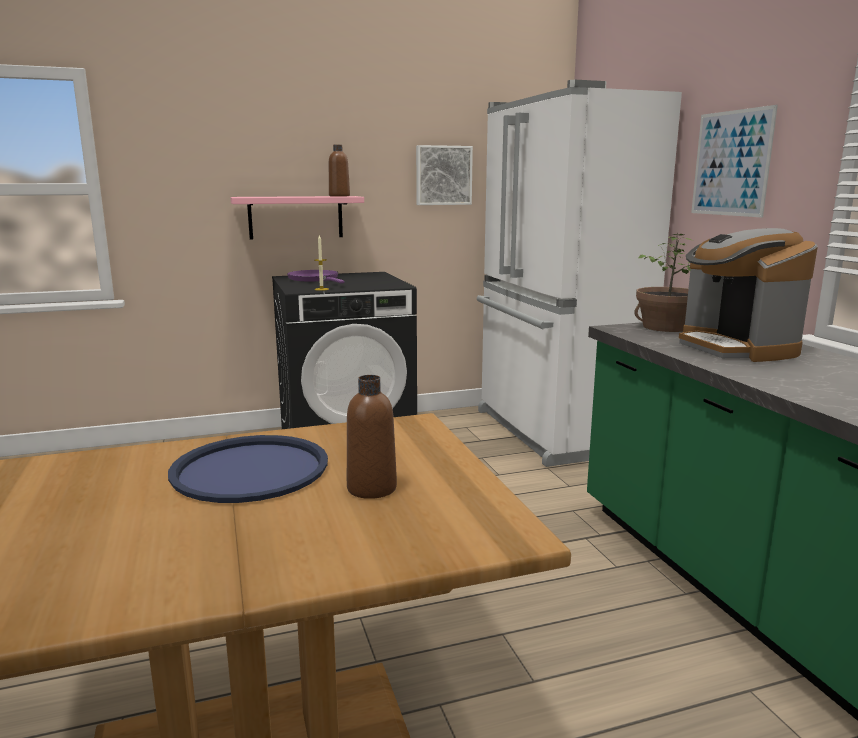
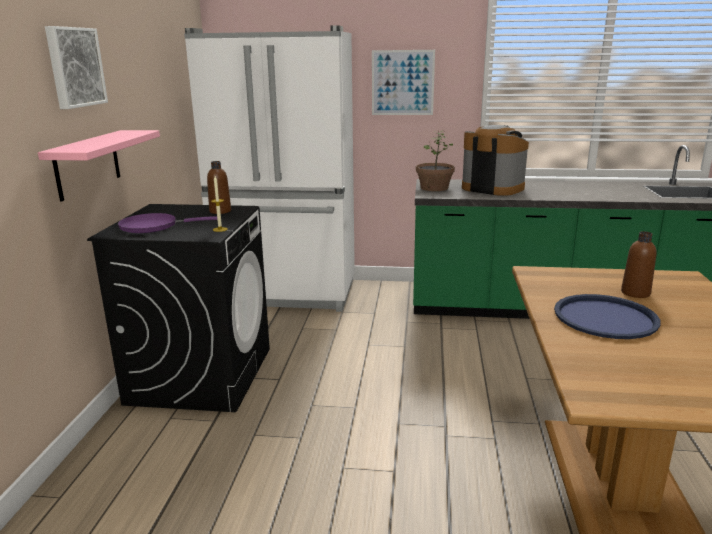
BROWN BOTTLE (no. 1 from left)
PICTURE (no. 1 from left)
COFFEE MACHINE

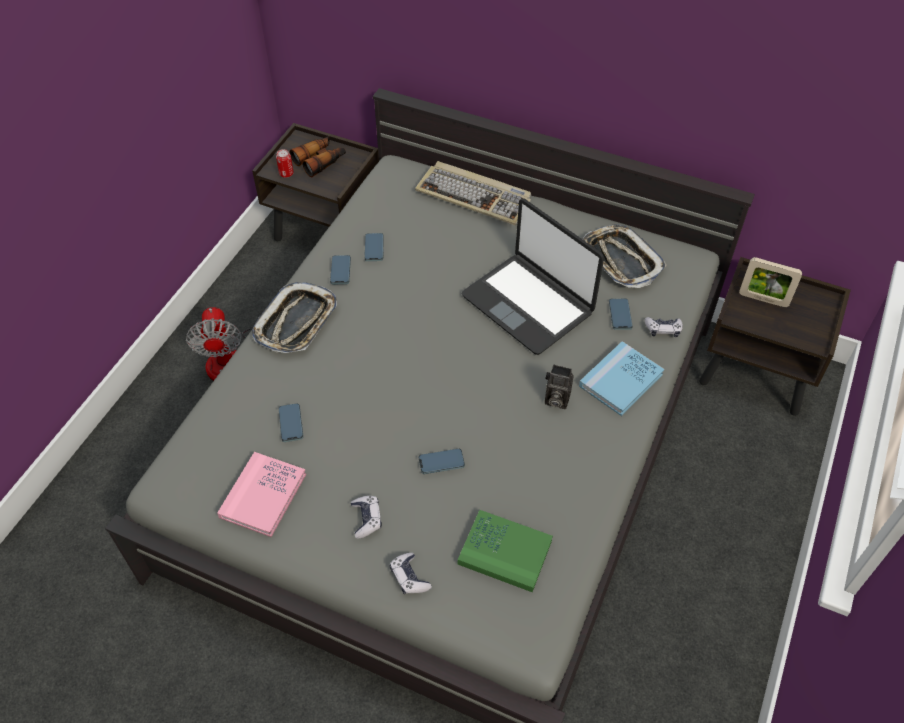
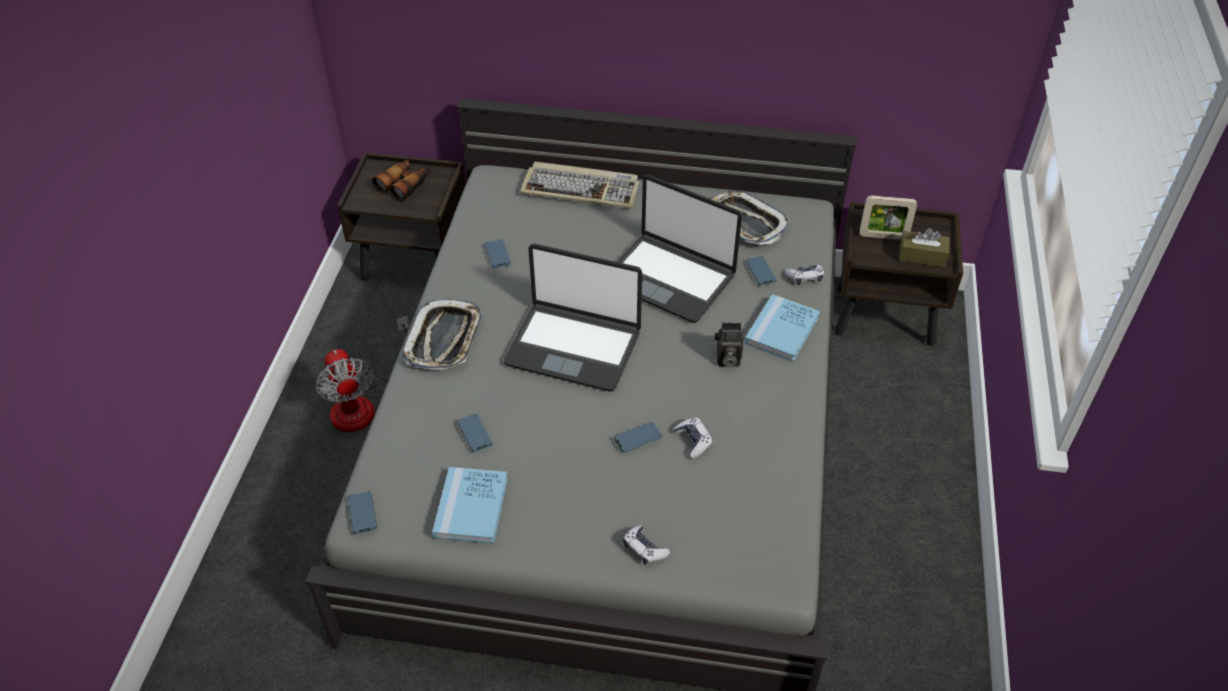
CAN
PHONE (no. 1 from left)
BLUE BOOK (no. 1 from left)
GAME CONTROLLER (no. 2 from left)
GREEN BOOK
BROWN TISSUE BOX
LAPTOP (no. 1 from left)

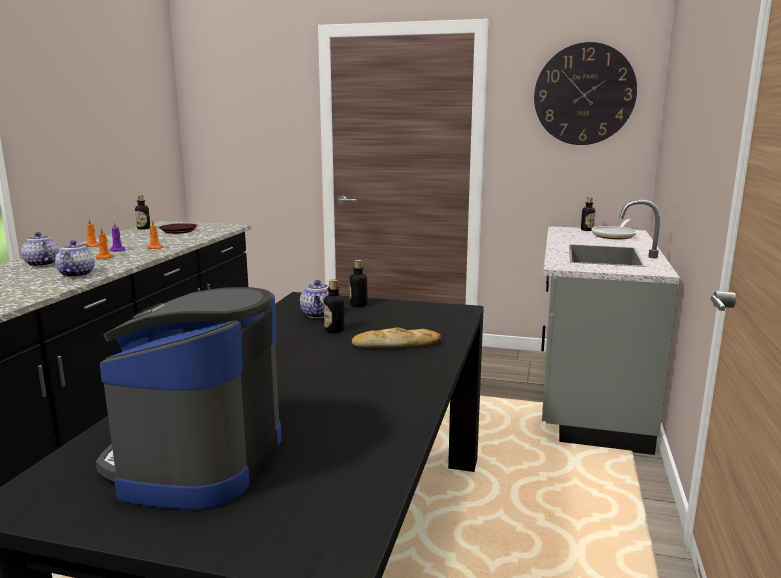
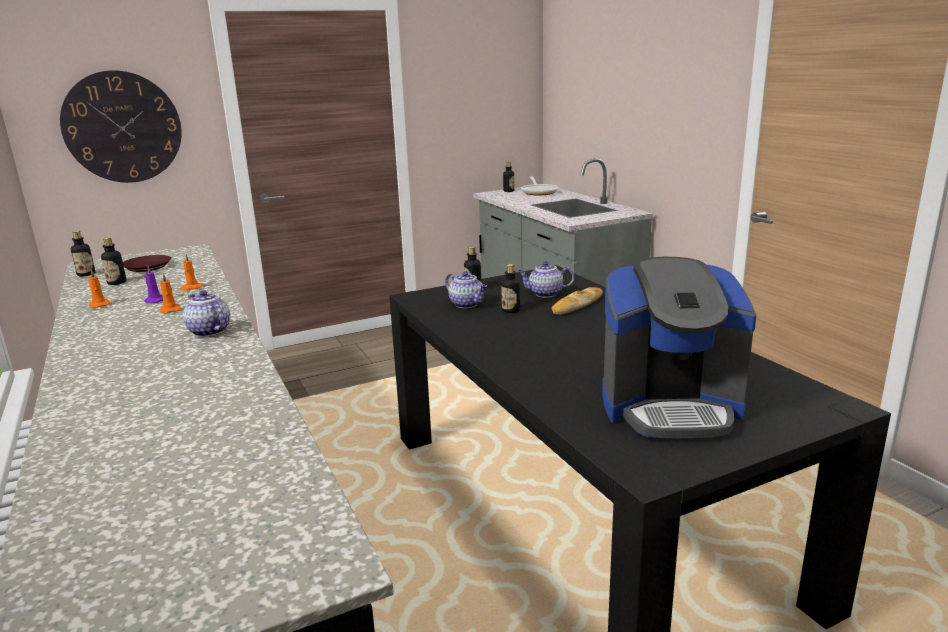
WALL CLOCK
TEAPOT (no. 3 from left)
COFFEE MACHINE
BOTTLE (no. 2 from left)

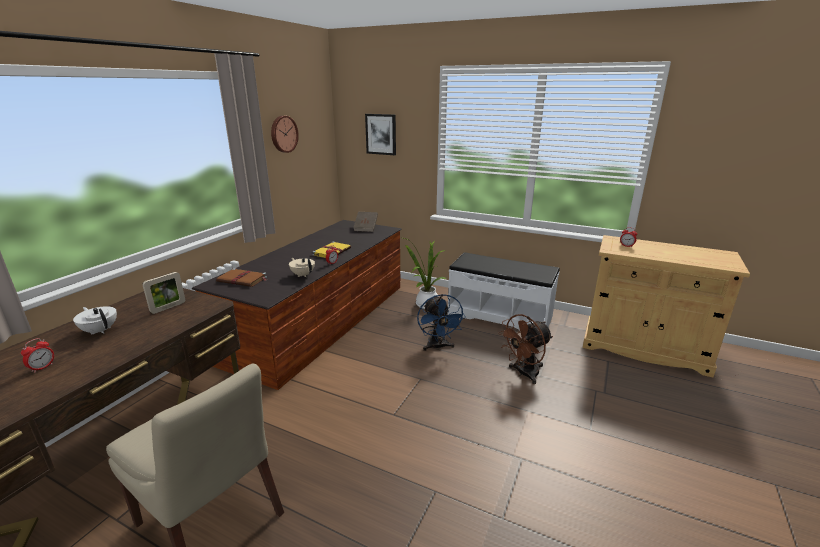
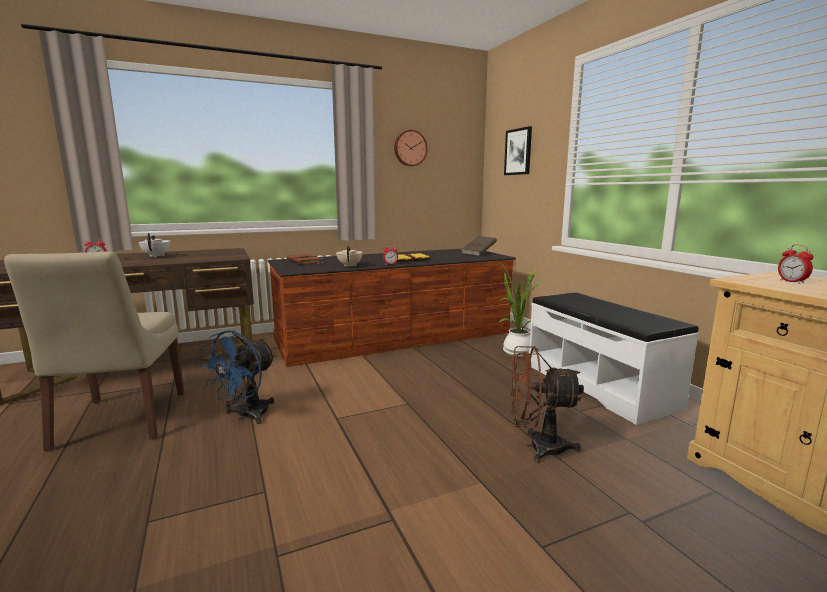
PICTURE FRAME
BLUE FAN

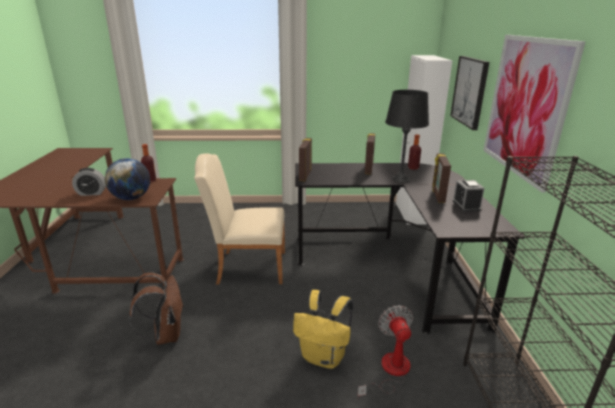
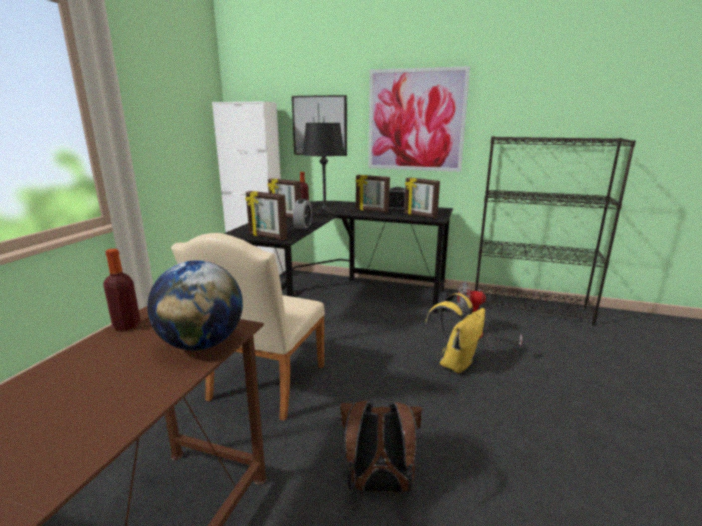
ALARM CLOCK (no. 1 from left)
PICTURE FRAME (no. 4 from left)

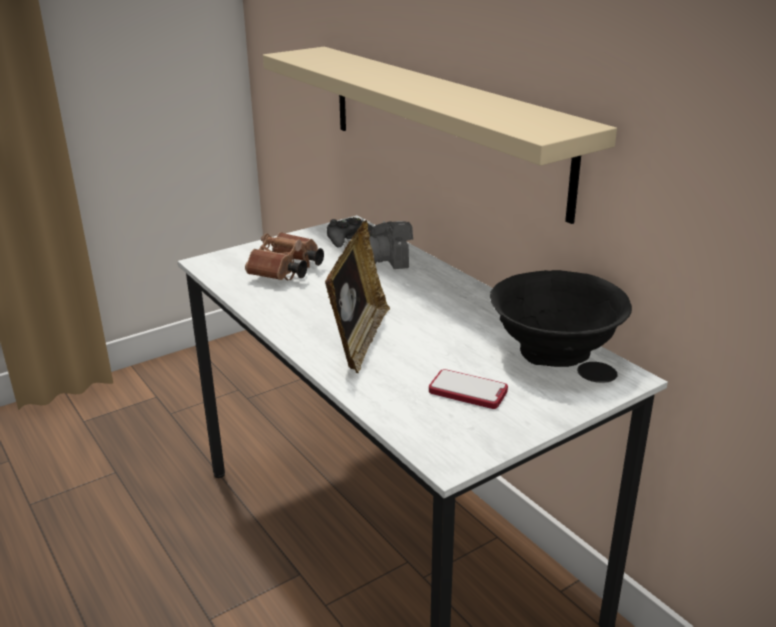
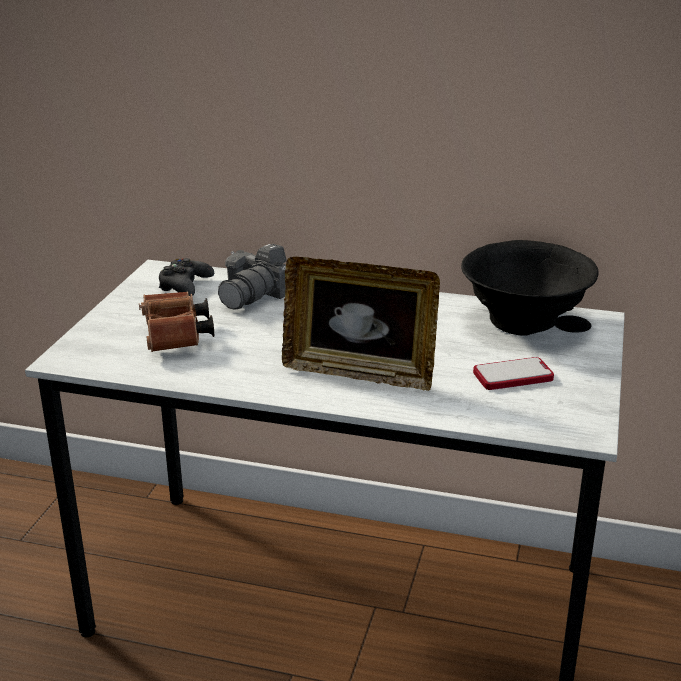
BEIGE SHELF
PICTURE FRAME

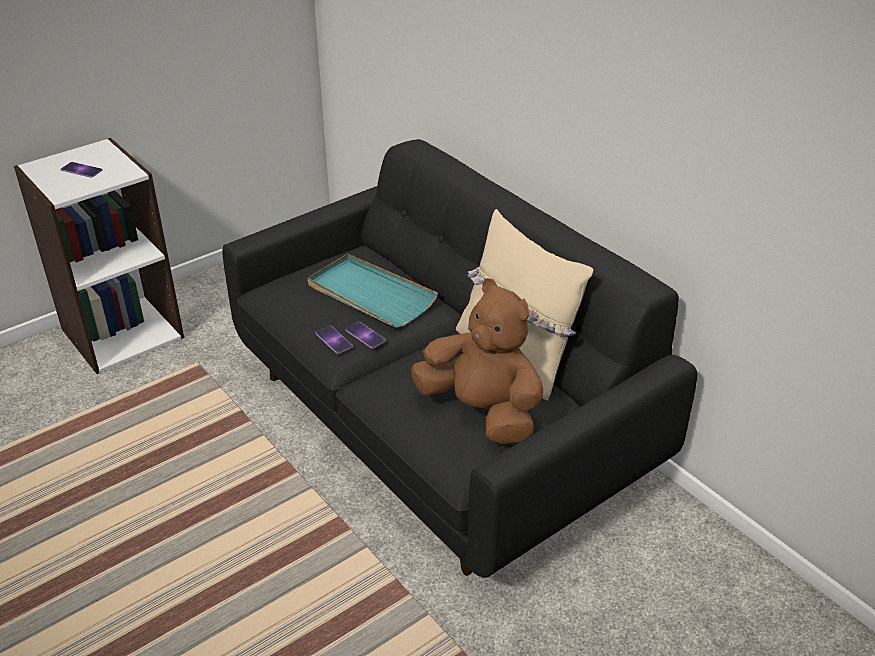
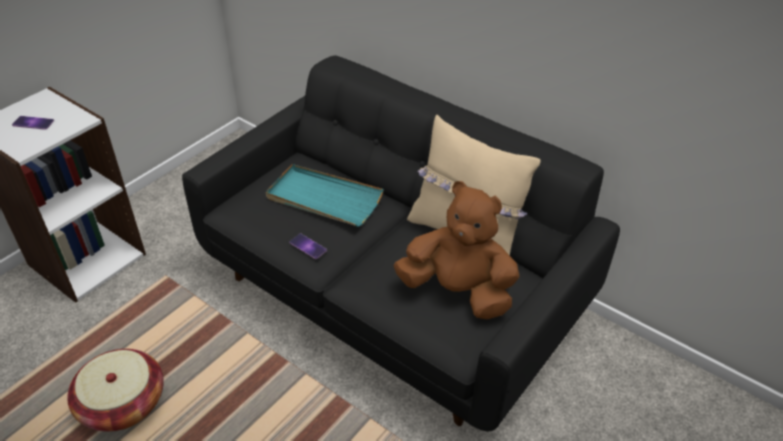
PHONE (no. 3 from left in the first image)
BASKET

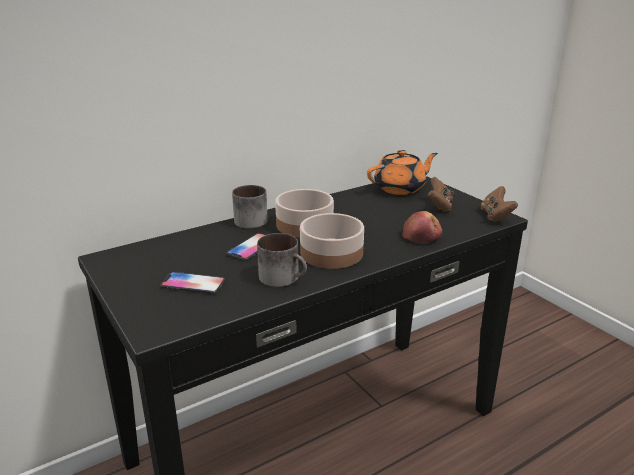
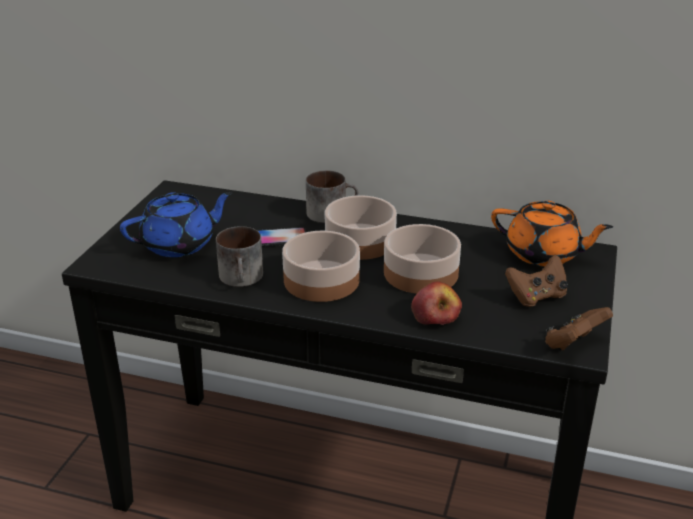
BLUE TEAPOT
BOWL (no. 3 from left)

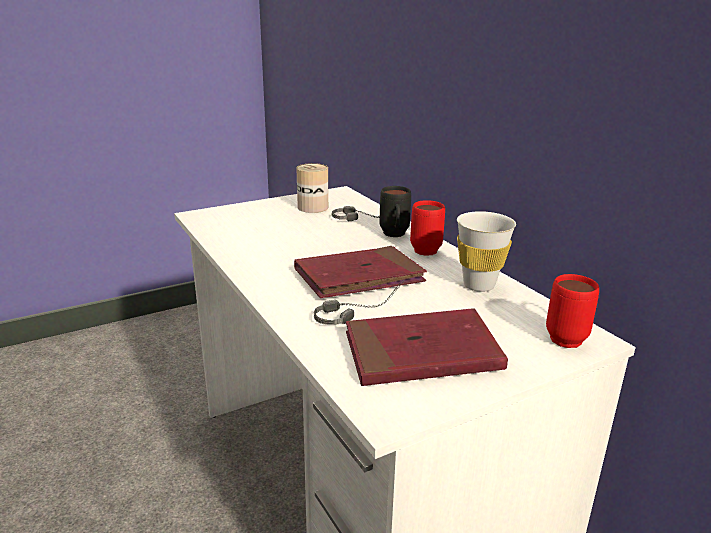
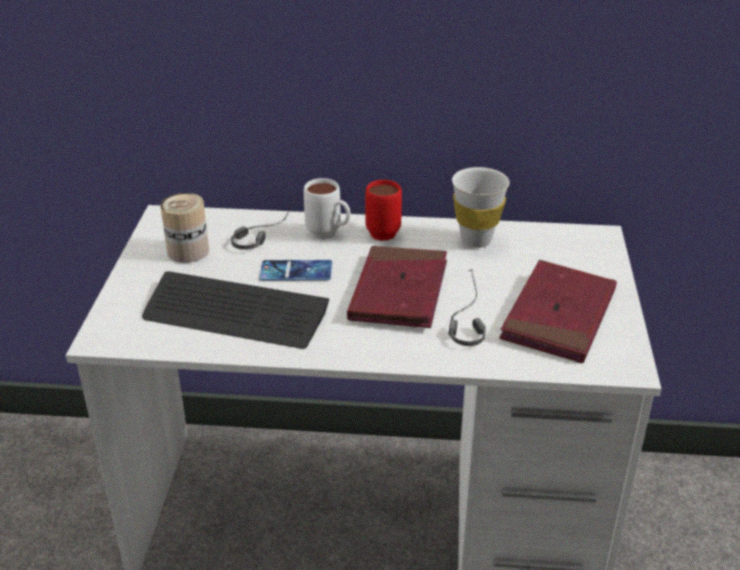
WHITE MUG
RED MUG (no. 2 from left in the first image)
PHONE
KEYBOARD

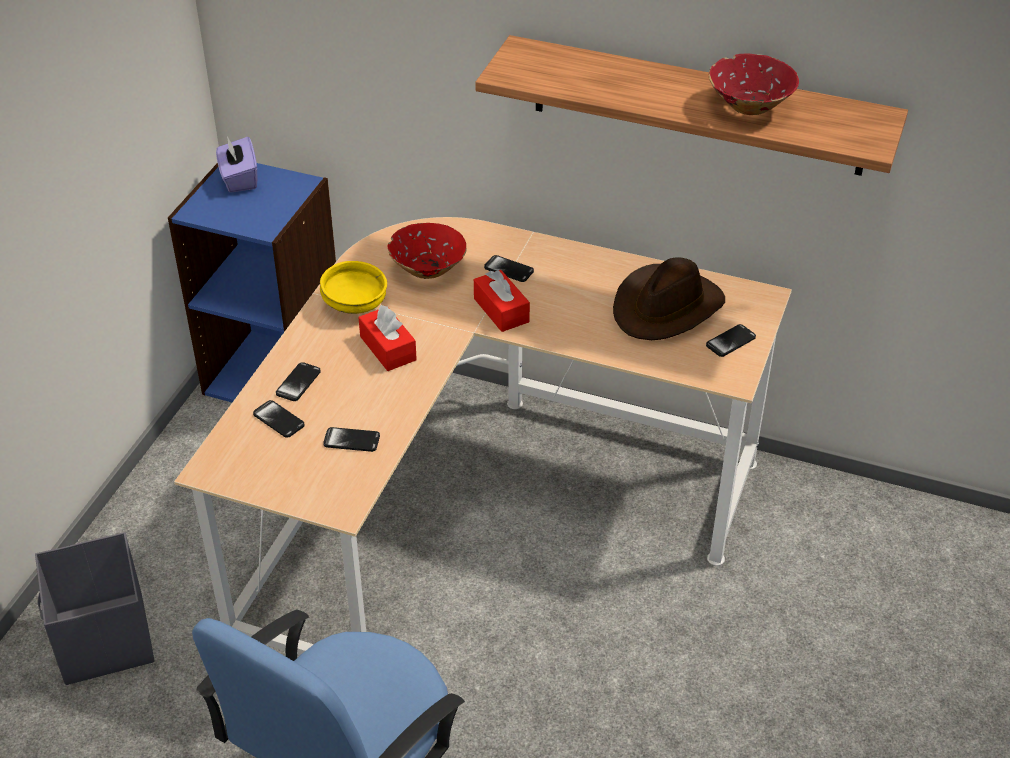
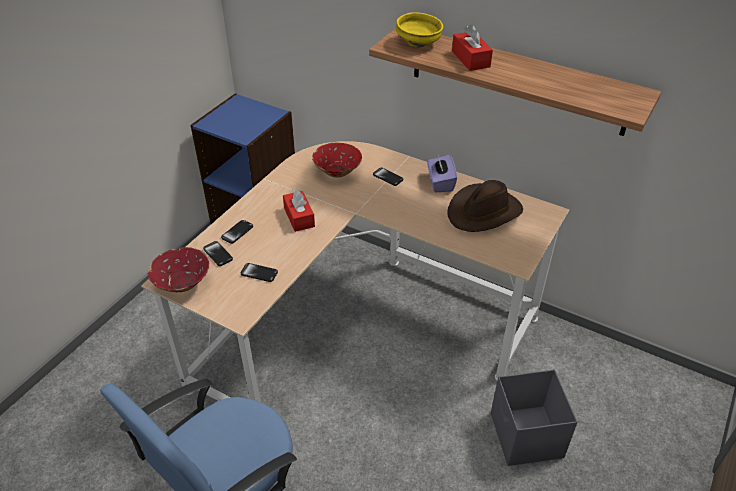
RED BOWL (no. 1 from left)
PURPLE TISSUE BOX
YELLOW BOWL
RED TISSUE BOX (no. 2 from left)
PHONE (no. 5 from left in the first image)
GREY STORAGE BOX

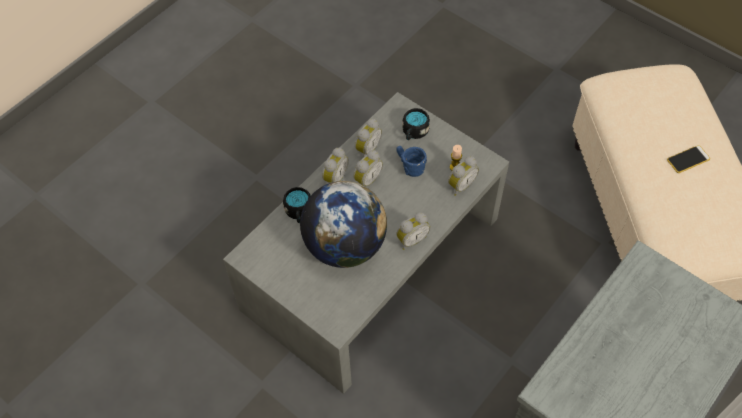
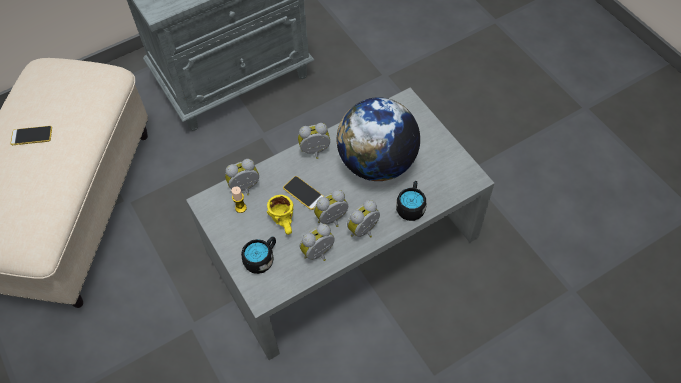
YELLOW MUG
PHONE (no. 2 from left)

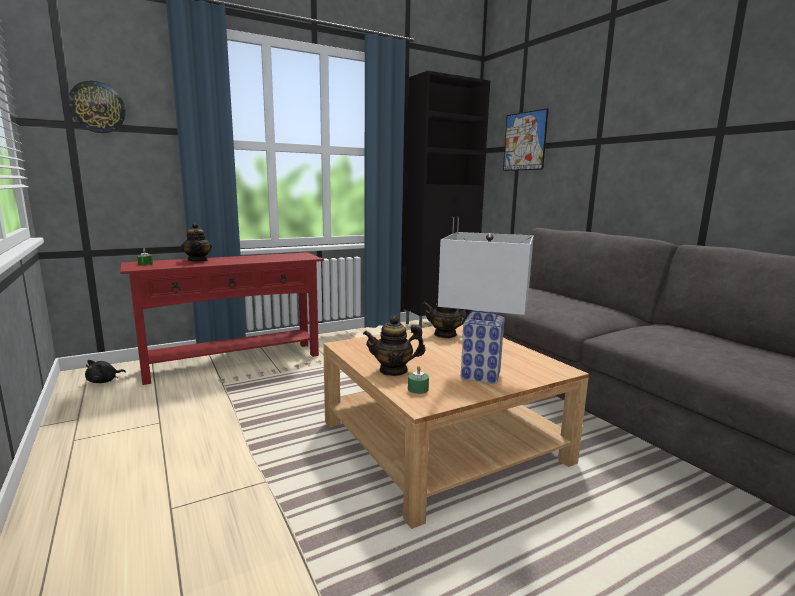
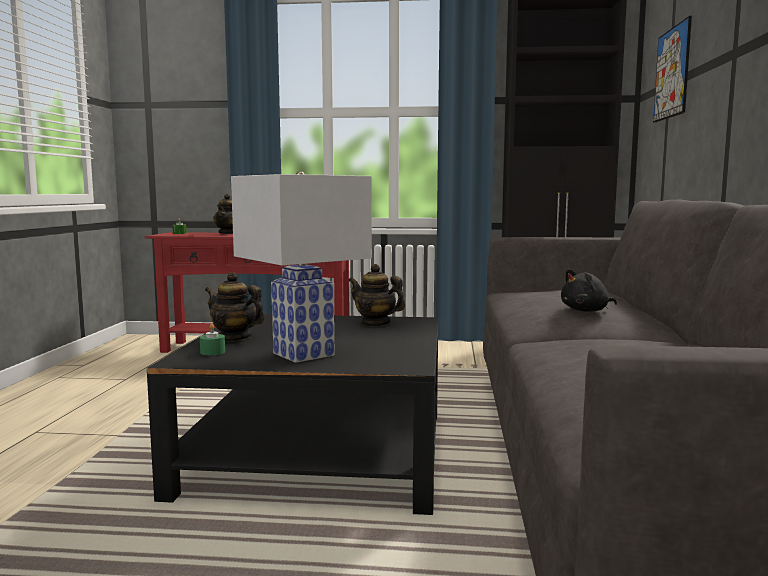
WALL CLOCK
BLACK COFFEE TABLE
BLACK PLUSH TOY

